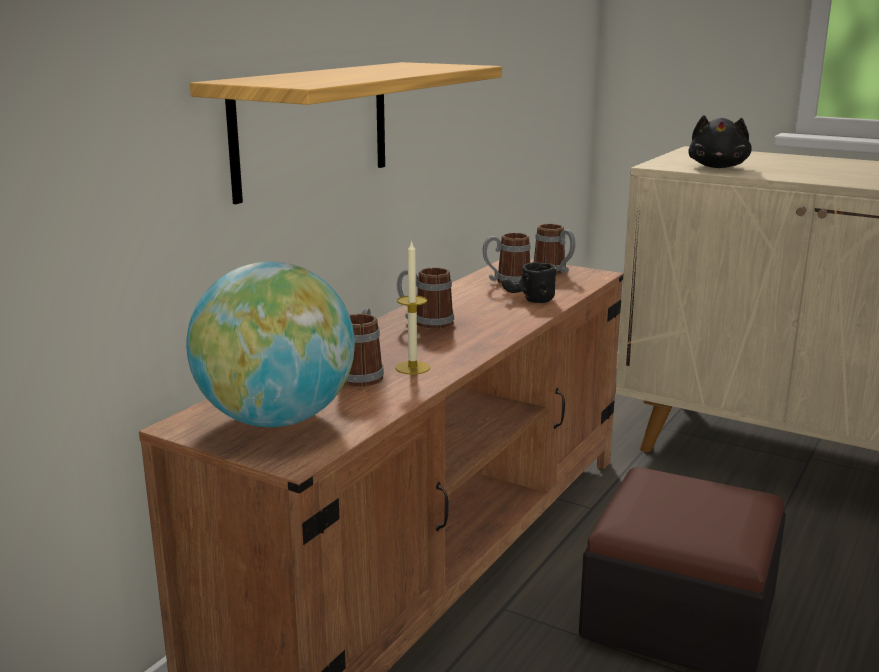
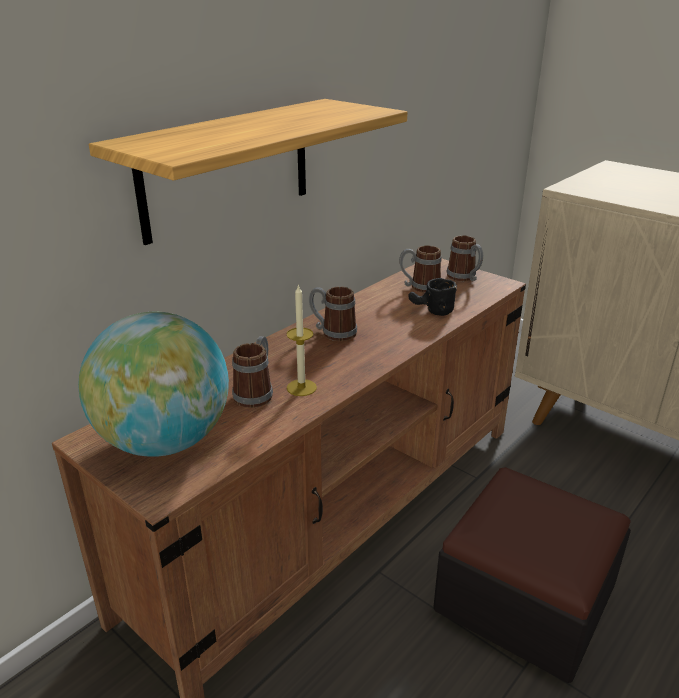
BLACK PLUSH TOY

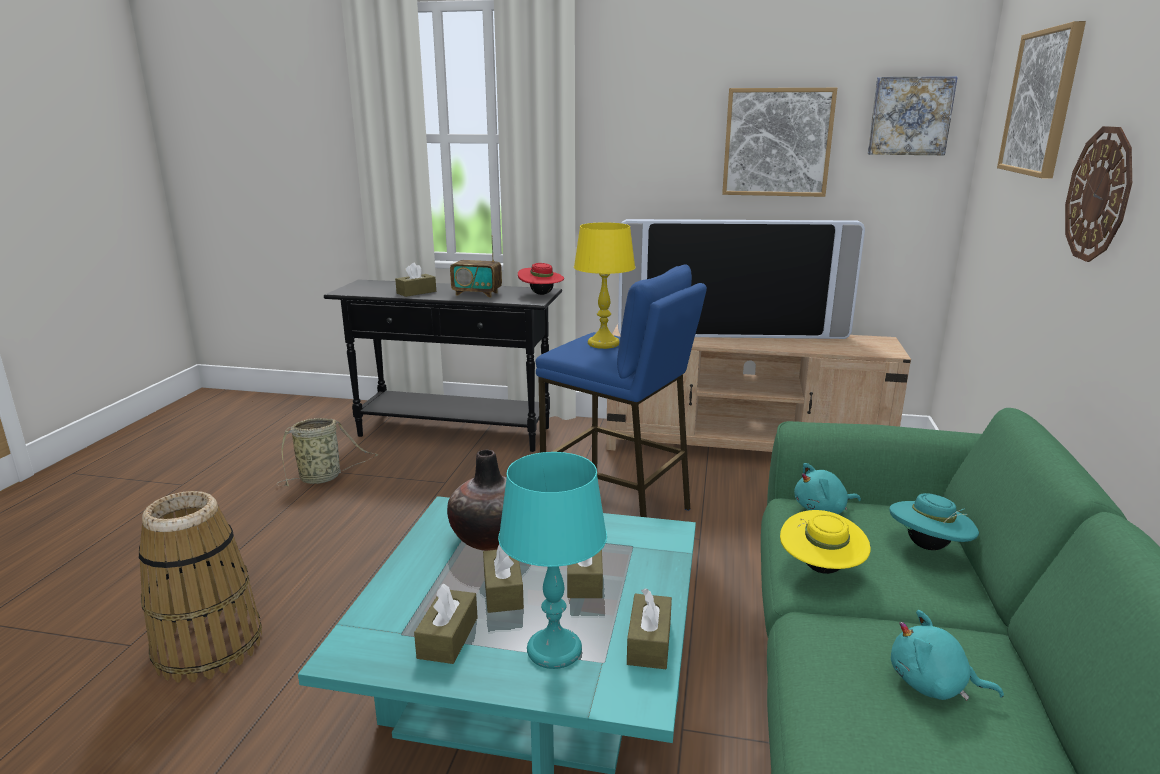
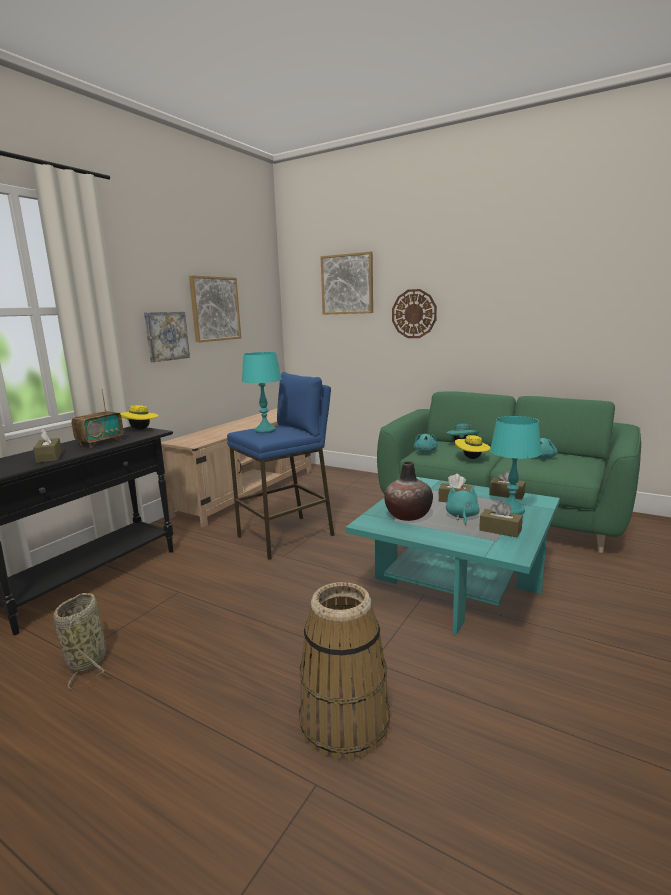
PICTURE (no. 1 from left)
TELEVISION
TURQUOISE TABLE LAMP (no. 1 from left)
YELLOW HAT (no. 1 from left)
TURQUOISE PLUSH TOY (no. 2 from left)

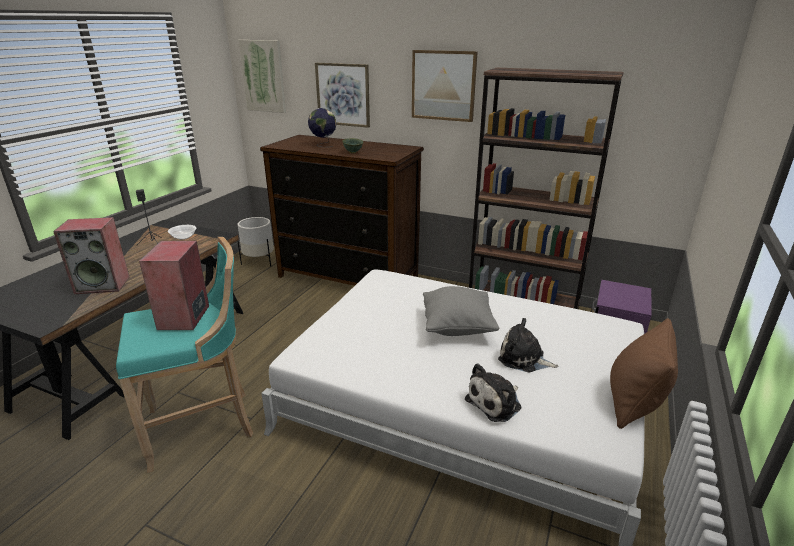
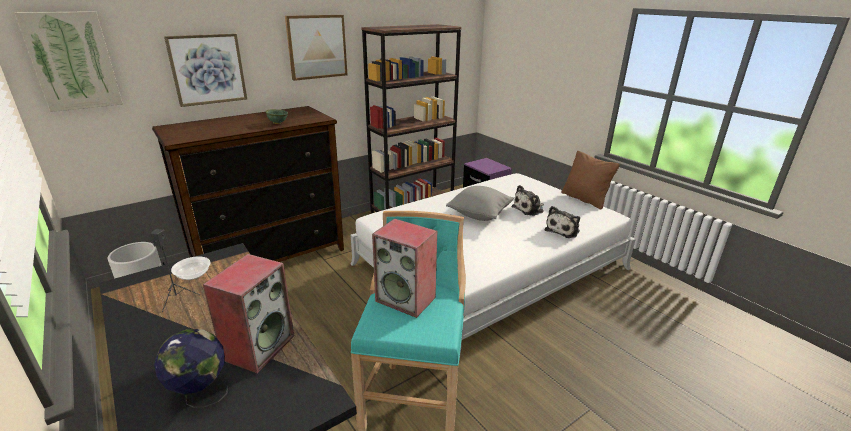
GLOBE
PLUSH TOY (no. 2 from left)

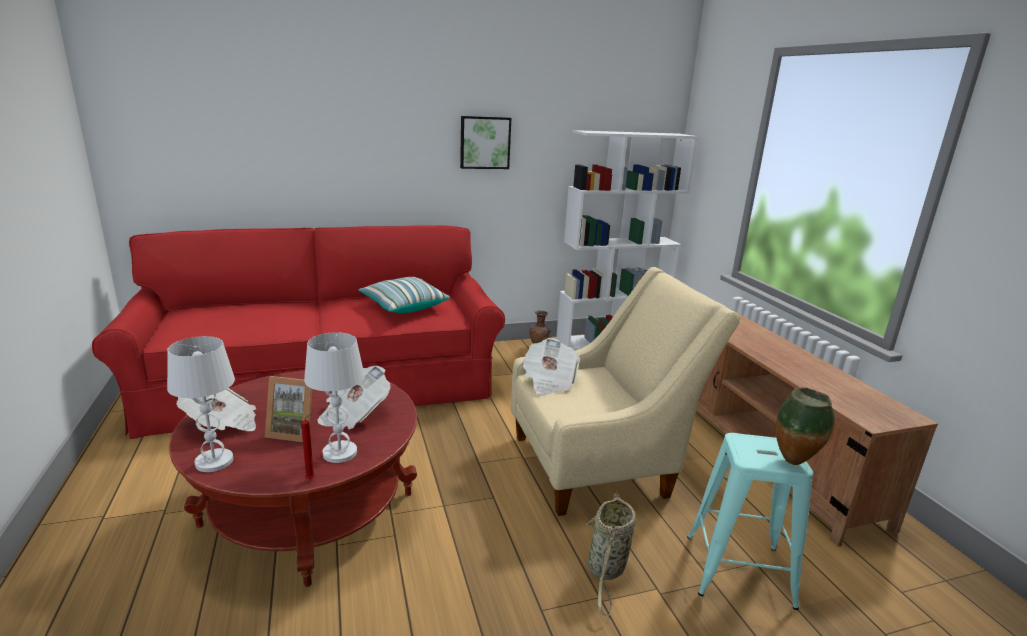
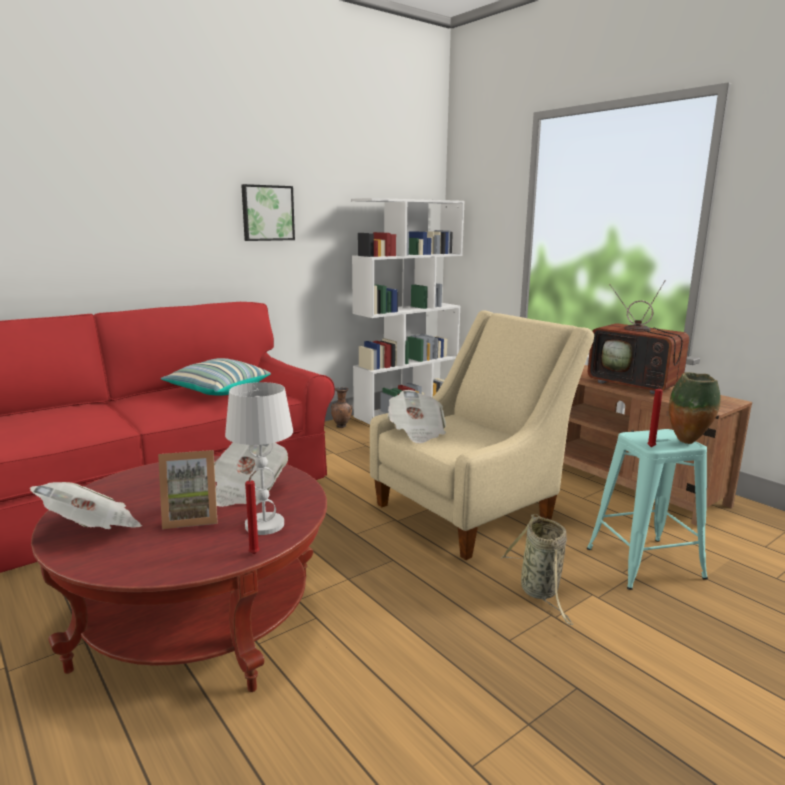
WHITE TABLE LAMP (no. 1 from left in the first image)
TELEVISION
RED CANDLE (no. 2 from left)

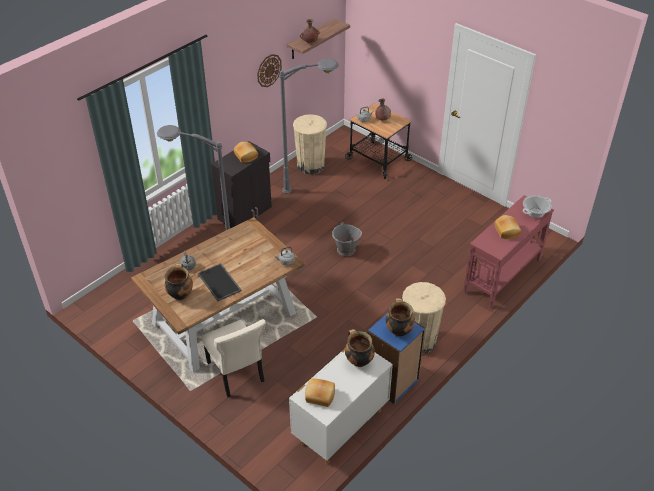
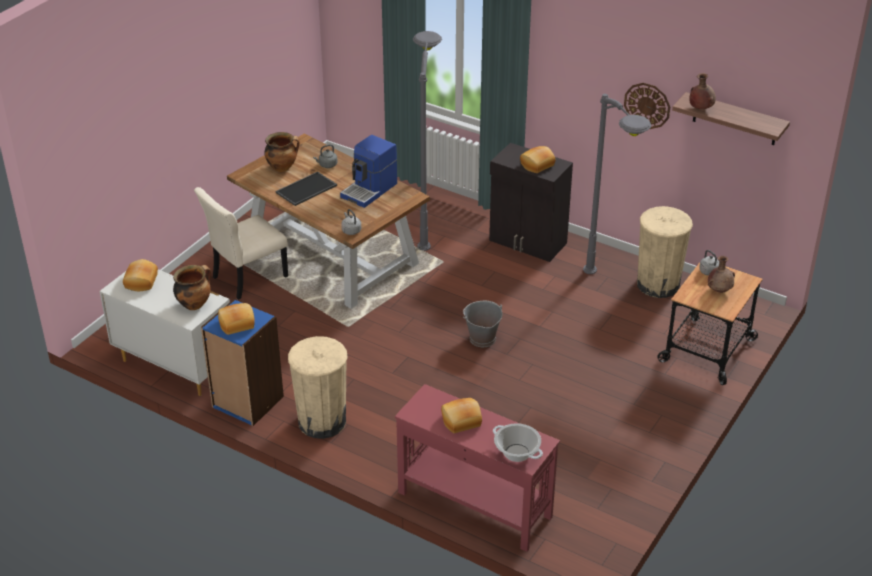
BREAD (no. 2 from left)
COFFEE MACHINE

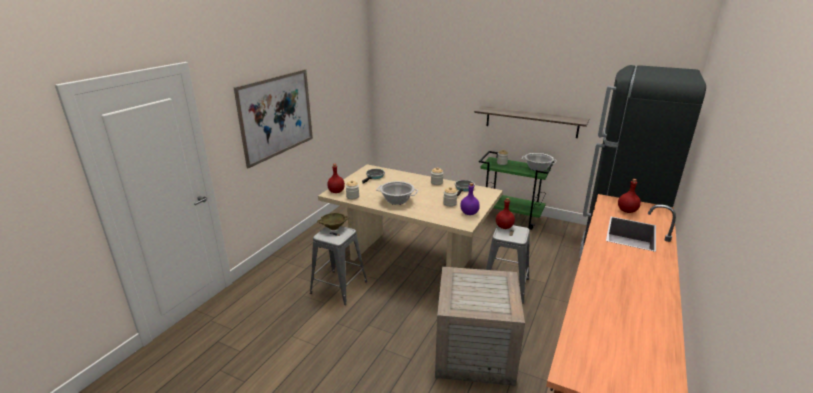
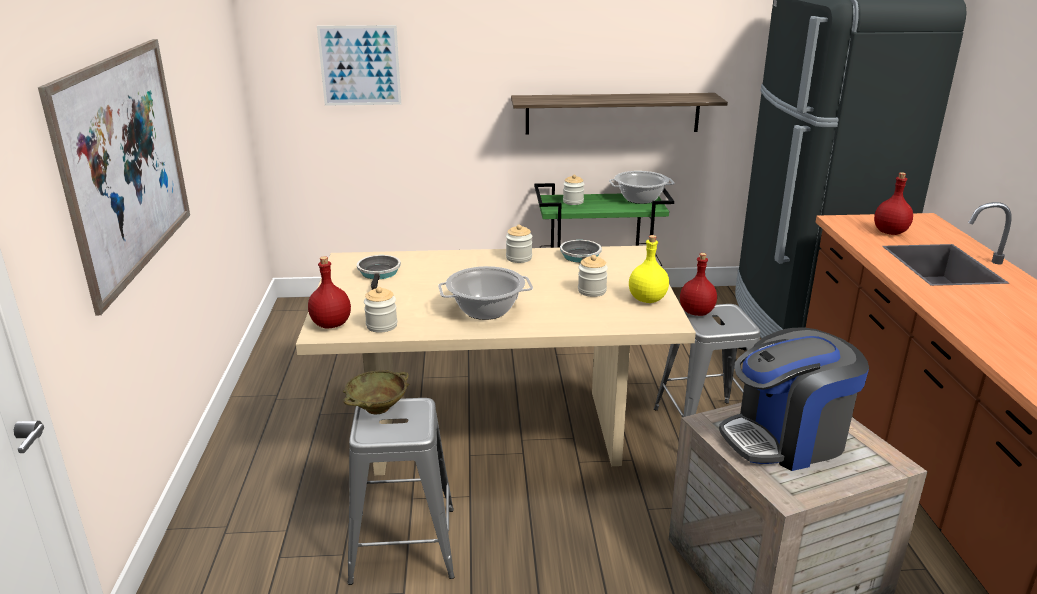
YELLOW BOTTLE
PICTURE (no. 2 from left)
COFFEE MACHINE

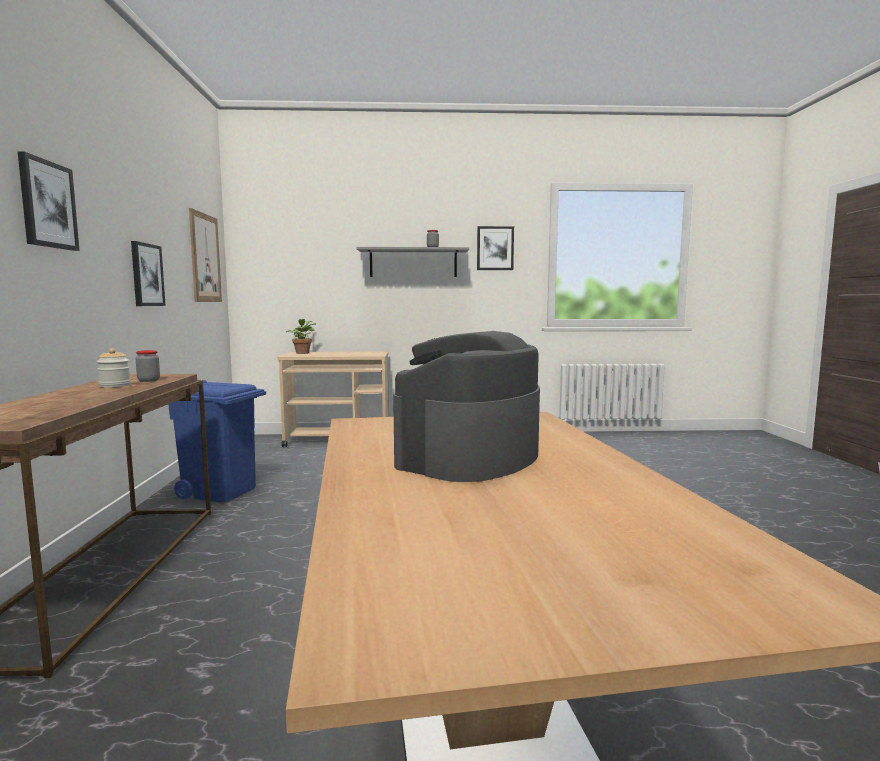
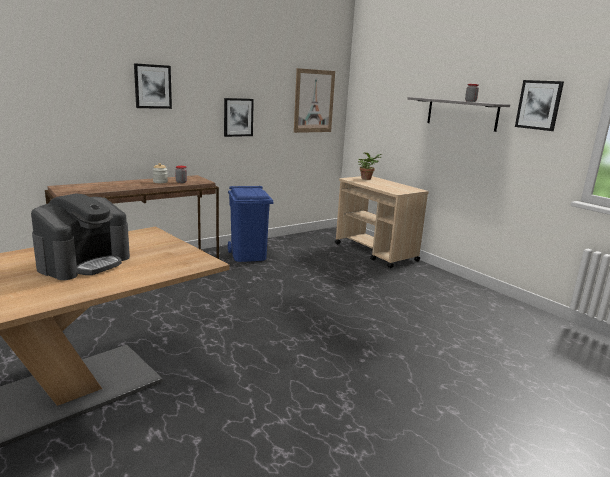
COFFEE MACHINE

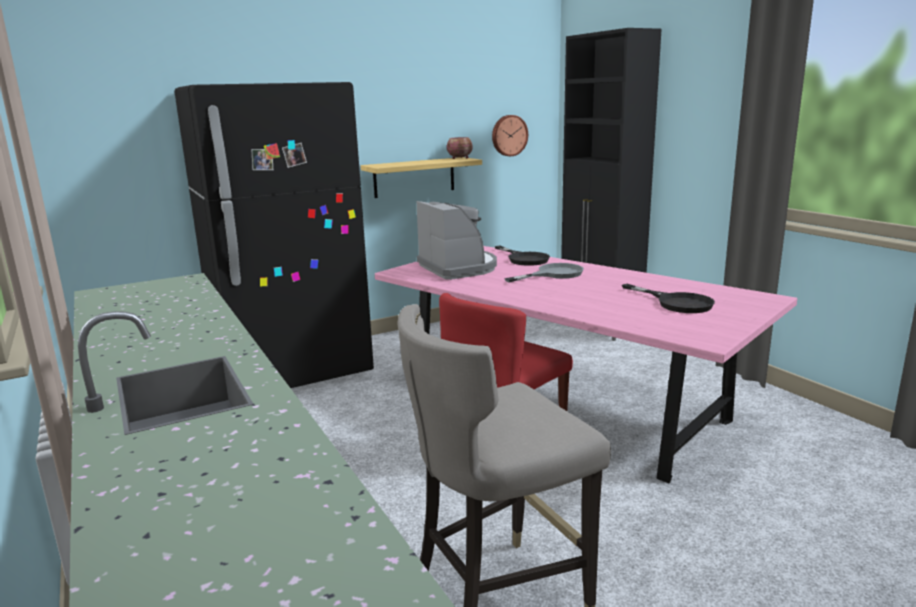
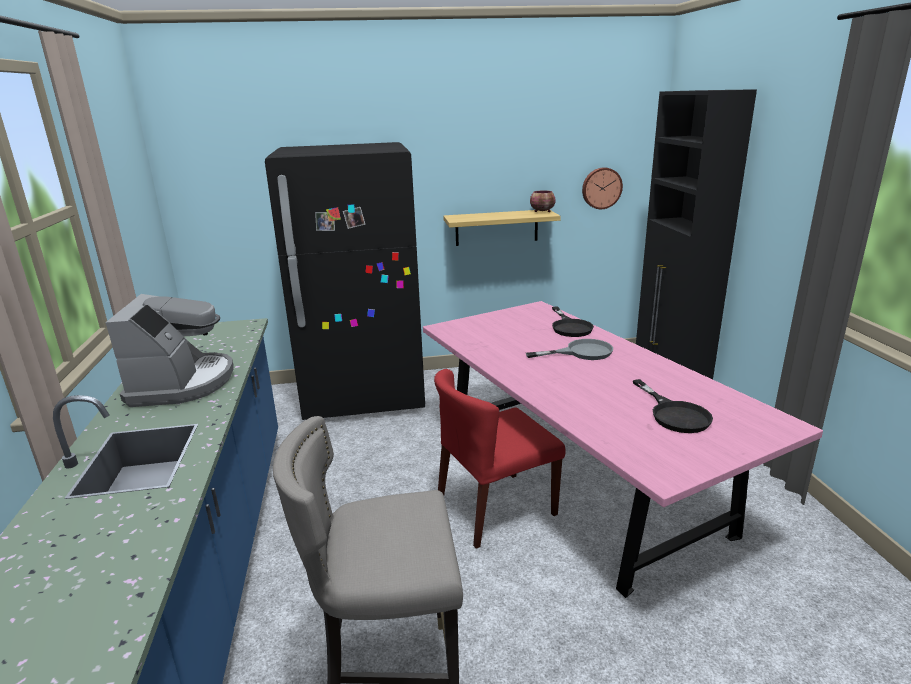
COFFEE MACHINE

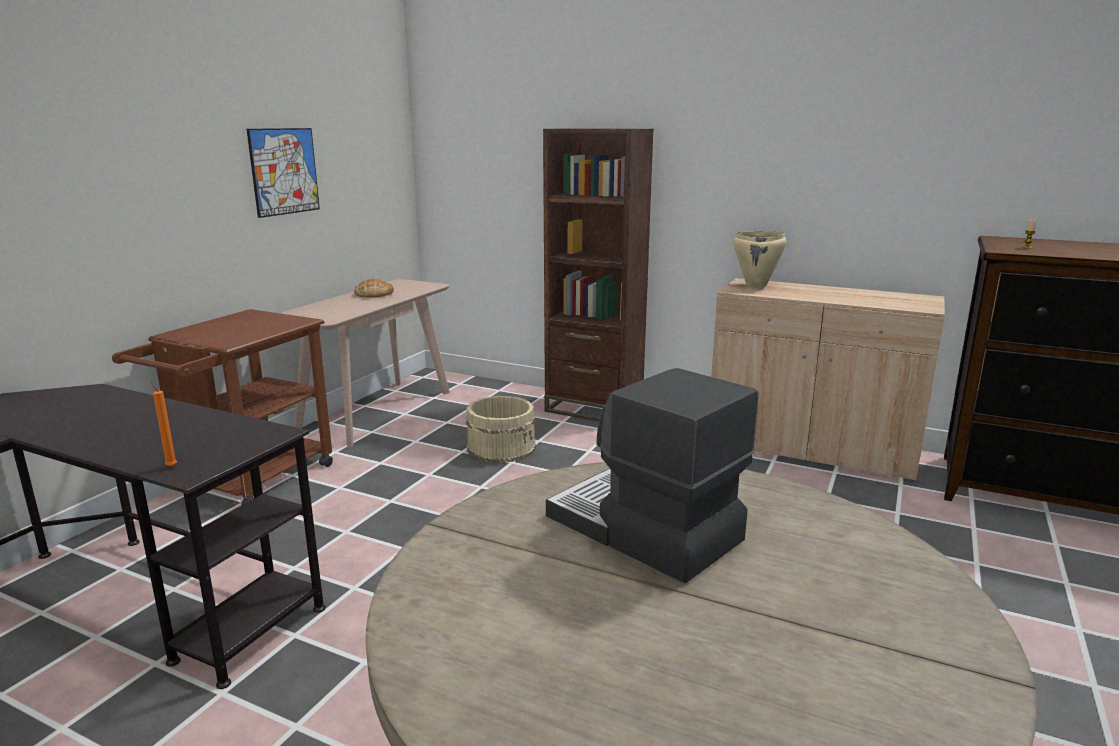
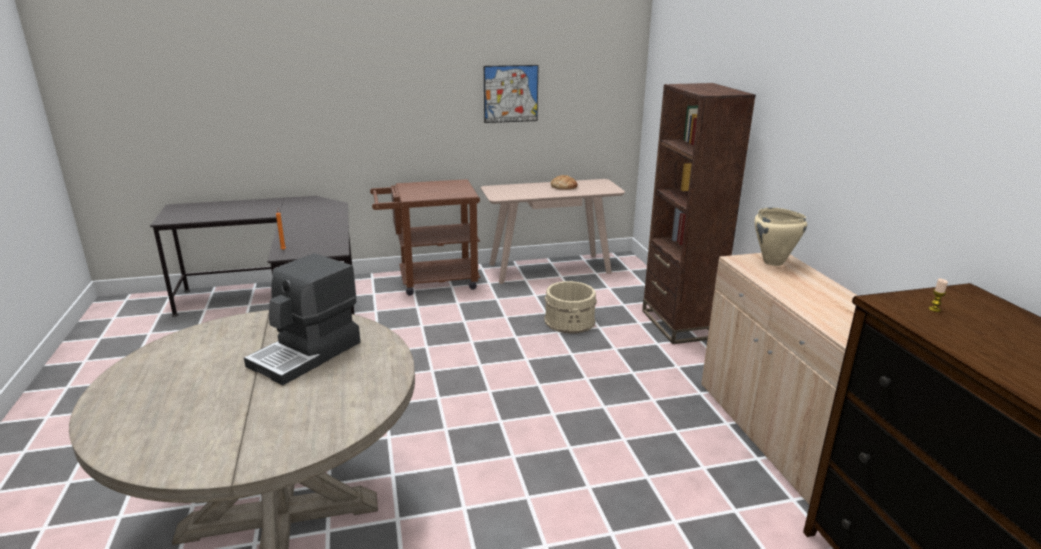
COFFEE MACHINE

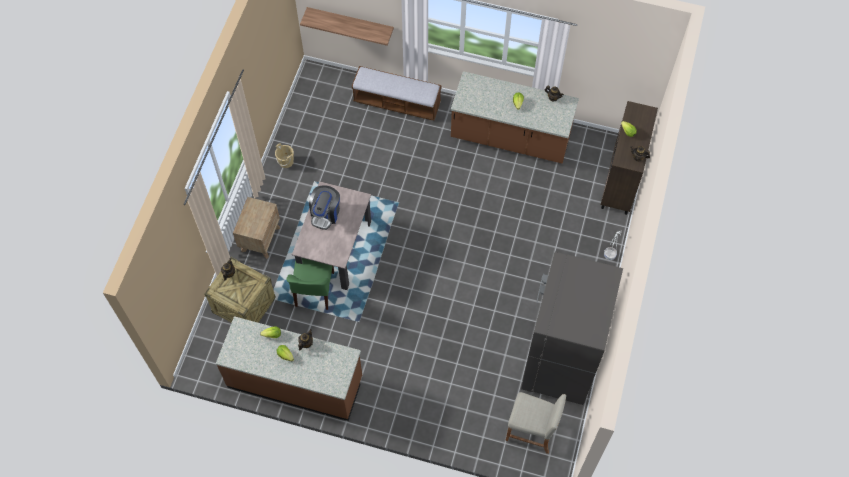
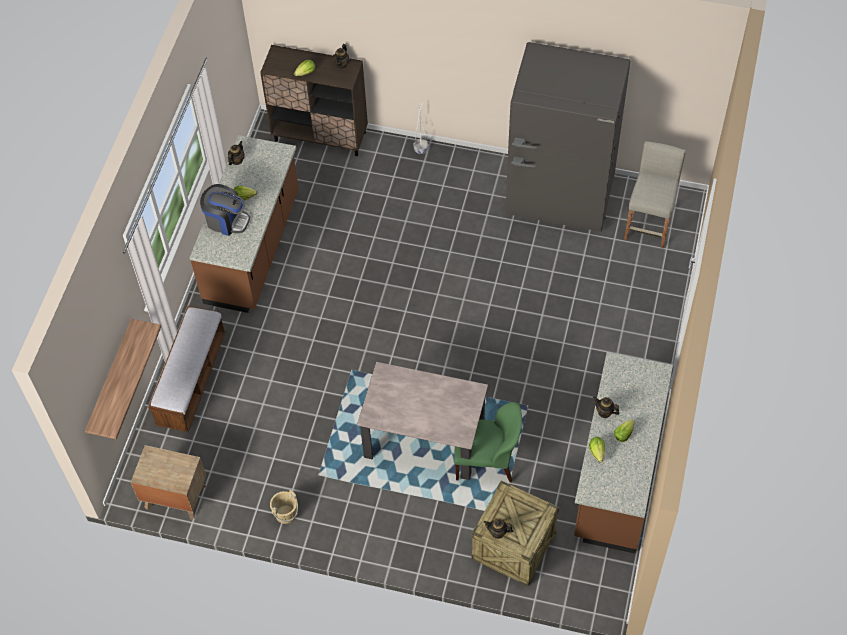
COFFEE MACHINE
BROWN NIGHTSTAND

